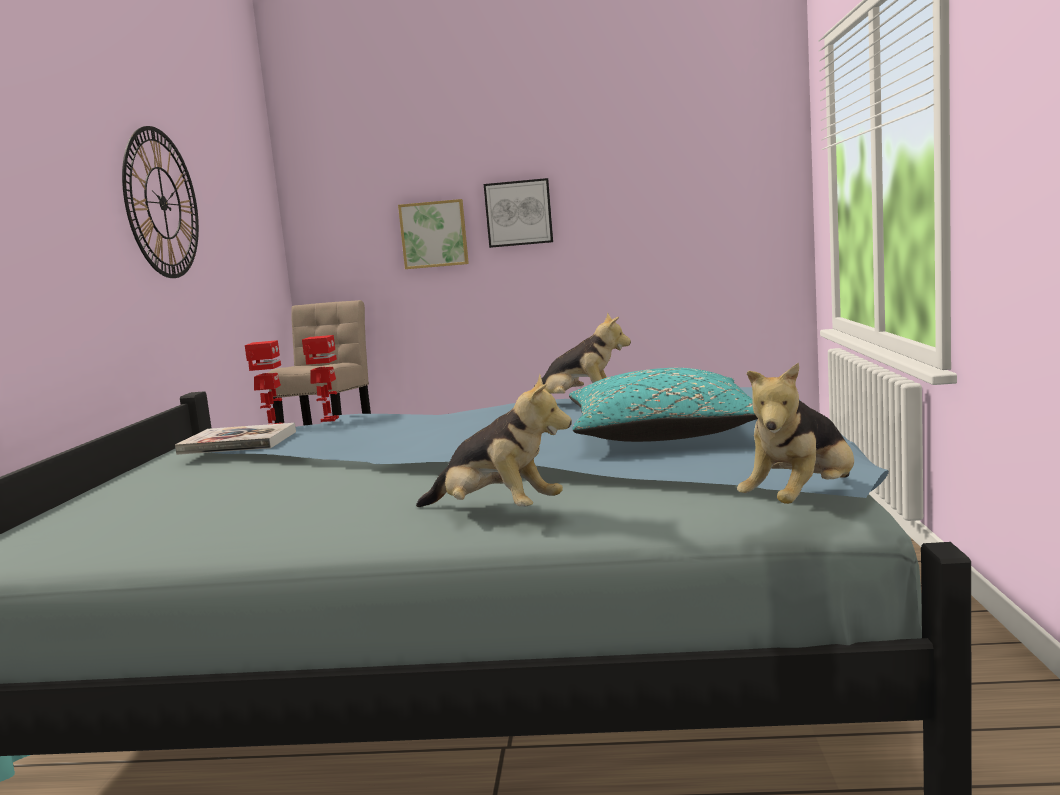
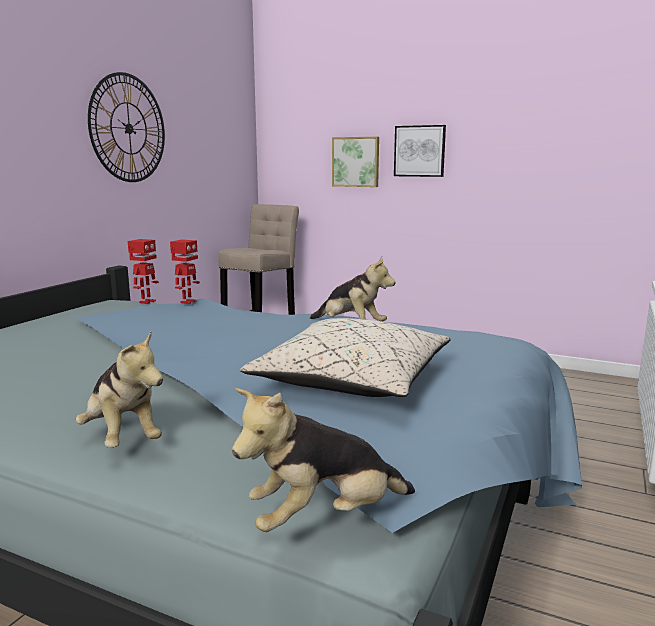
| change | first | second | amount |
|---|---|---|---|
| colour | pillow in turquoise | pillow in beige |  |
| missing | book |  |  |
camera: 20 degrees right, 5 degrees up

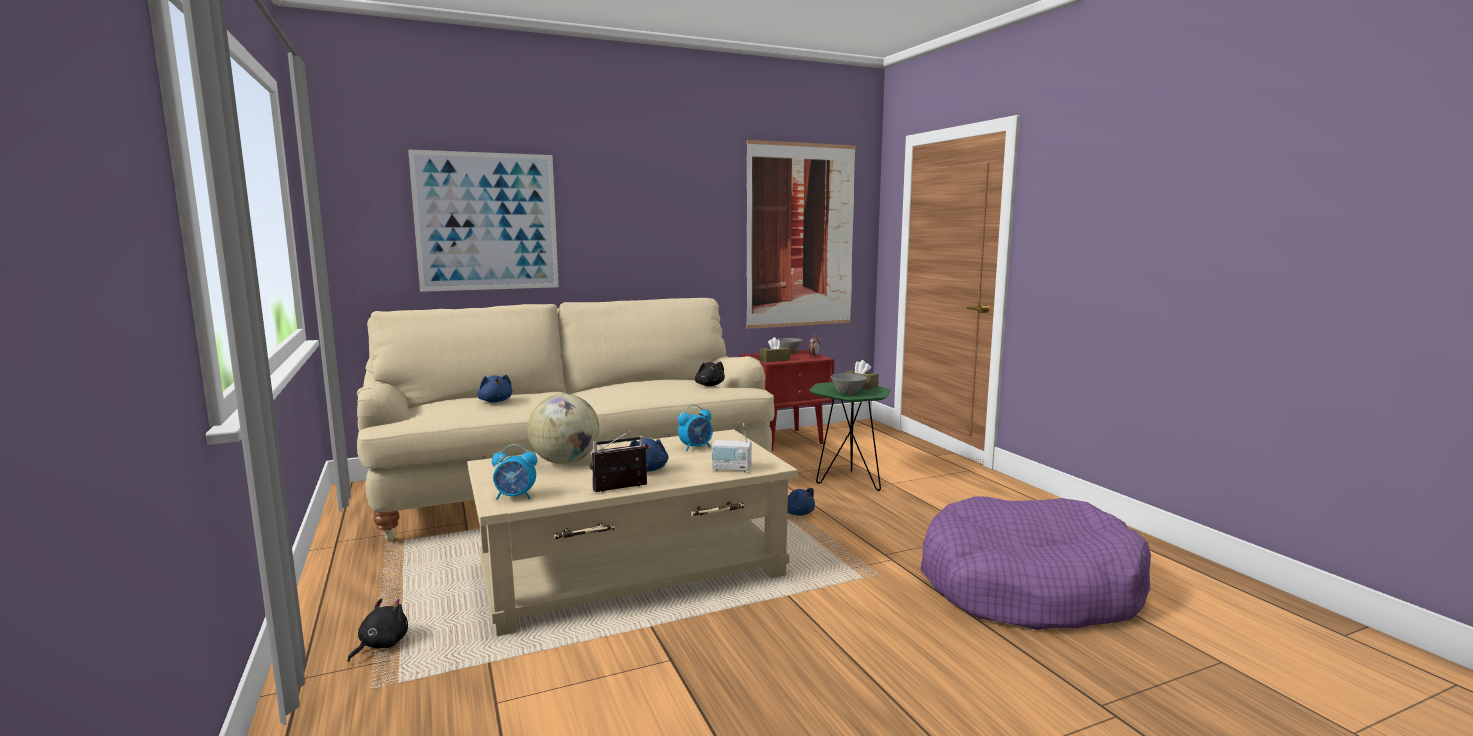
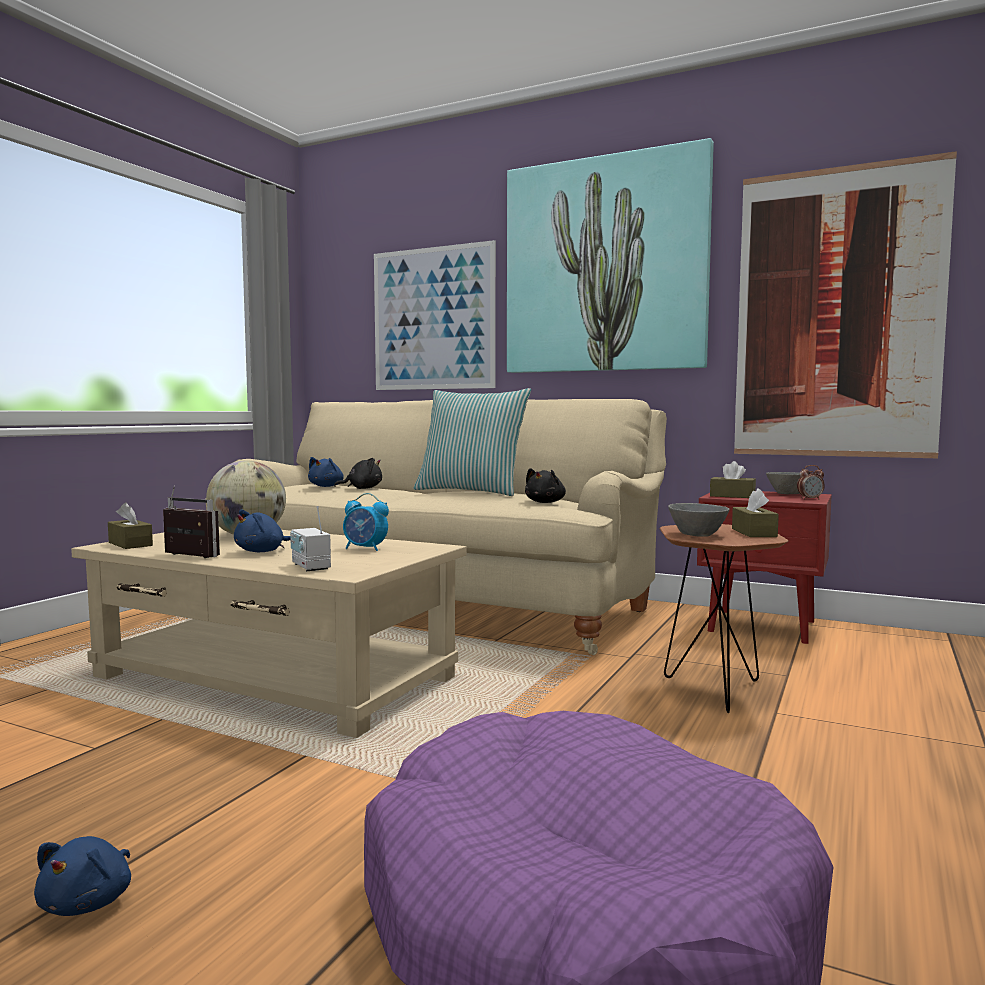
| change | first | second | amount |
|---|---|---|---|
| colour | side table in green | side table in brown |  |
| exchanged | alarm clock (no. 1 from left) | tissue box in brown (no. 1 from left) |  |
| relocated | plush toy in blue (no. 3 from left in the first image) | plush toy in blue (no. 1 from left) |  |
| relocated | plush toy in black (no. 1 from left) |  |  |
| appeared |  | picture (no. 2 from left) |  |
| appeared |  | pillow |  |
camera: 50 degrees right, 5 degrees down

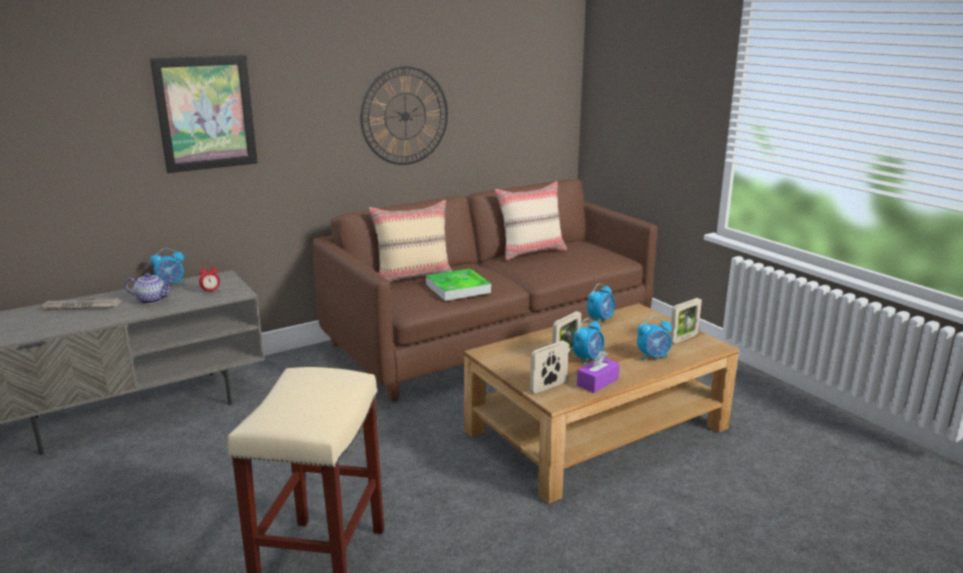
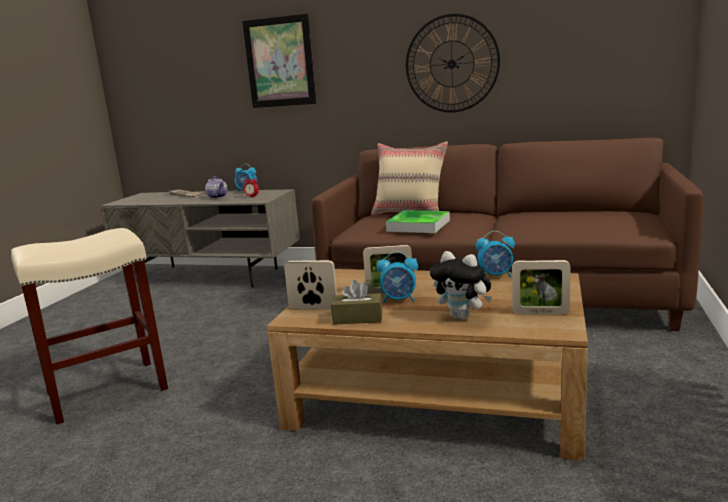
| change | first | second | amount |
|---|---|---|---|
| missing | pillow in beige (no. 2 from left) |  |  |
| exchanged | alarm clock (no. 5 from left) | plush toy |  |
| colour | tissue box in purple | tissue box in brown |  |
camera: 50 degrees right, 5 degrees down

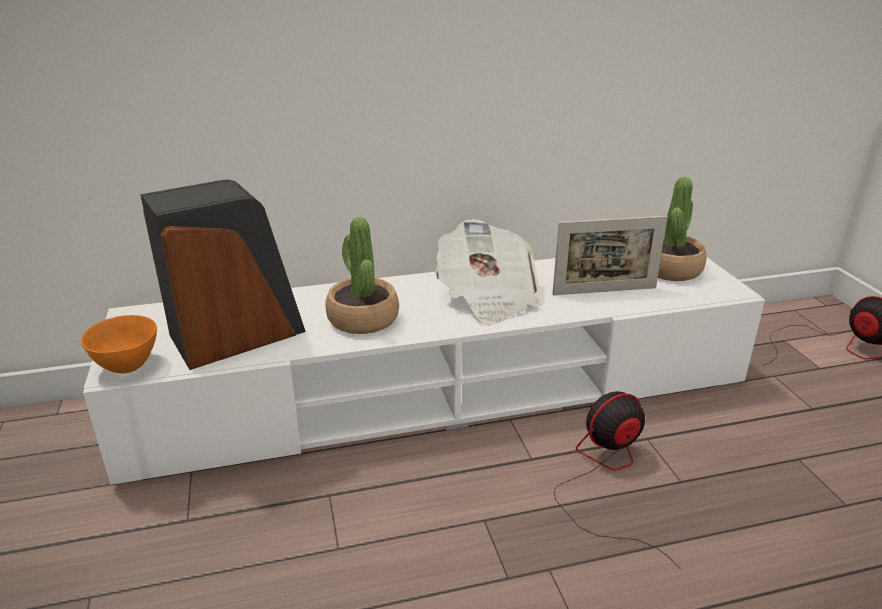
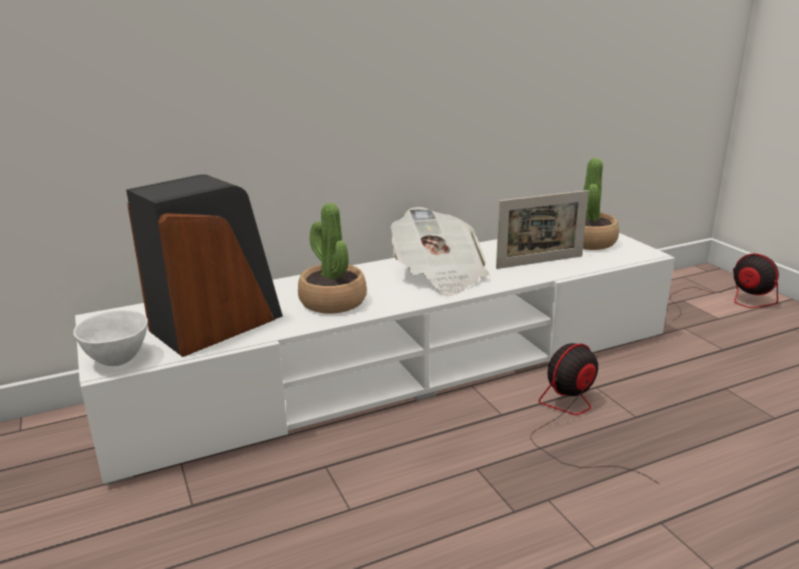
| change | first | second | amount |
|---|---|---|---|
| colour | bowl in orange | bowl in white |  |
camera: 10 degrees left, 5 degrees down

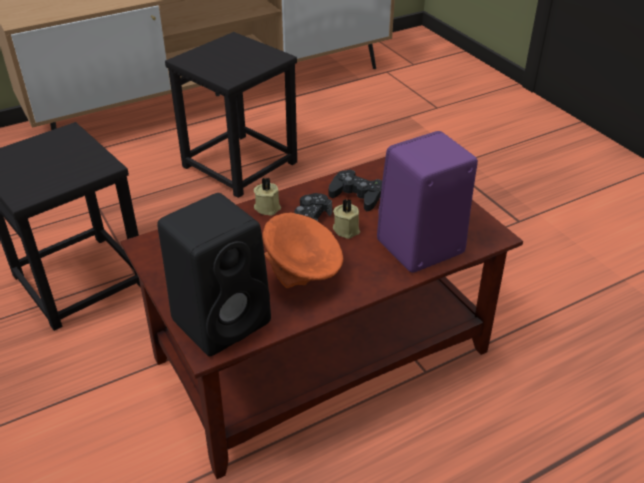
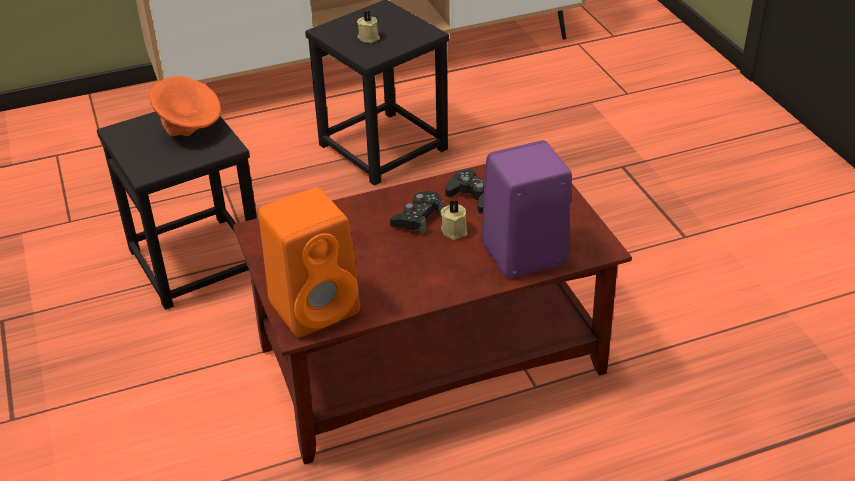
| change | first | second | amount |
|---|---|---|---|
| relocated | candle in beige (no. 1 from left) |  |  |
| colour | speaker in black | speaker in orange |  |
| relocated | bowl in orange |  |  |
camera: 10 degrees right, 0 degrees up

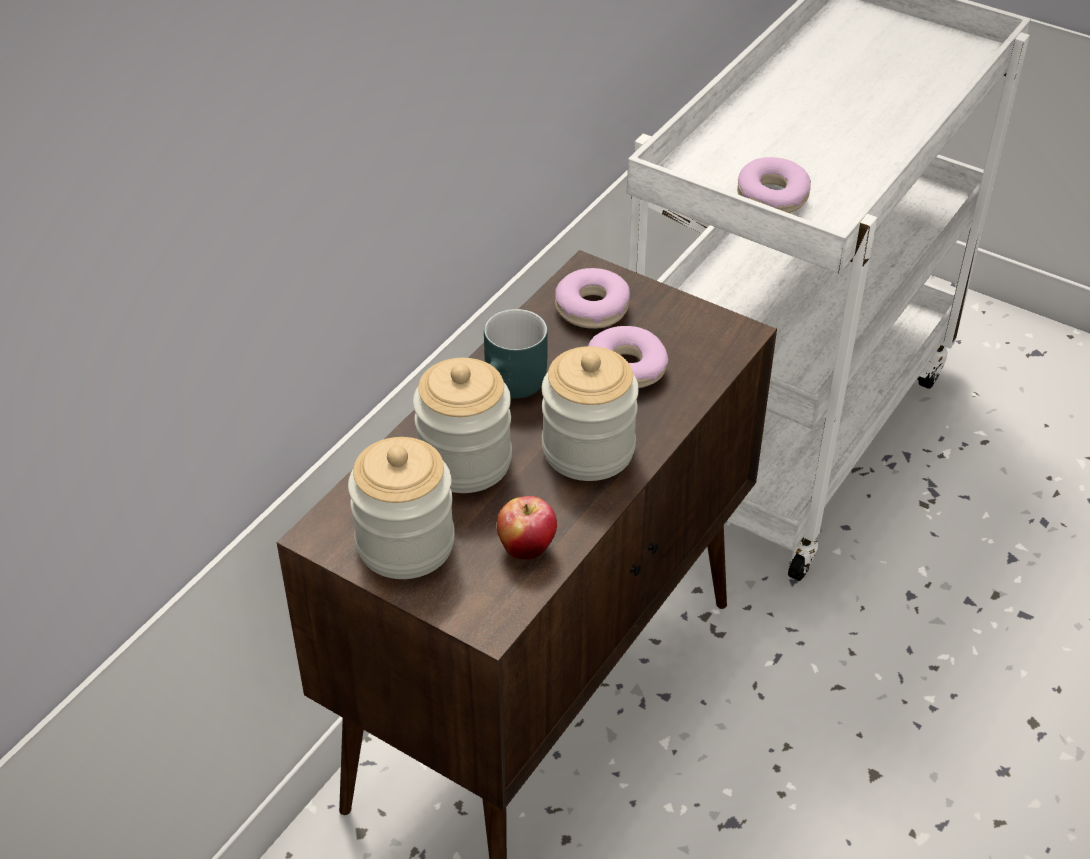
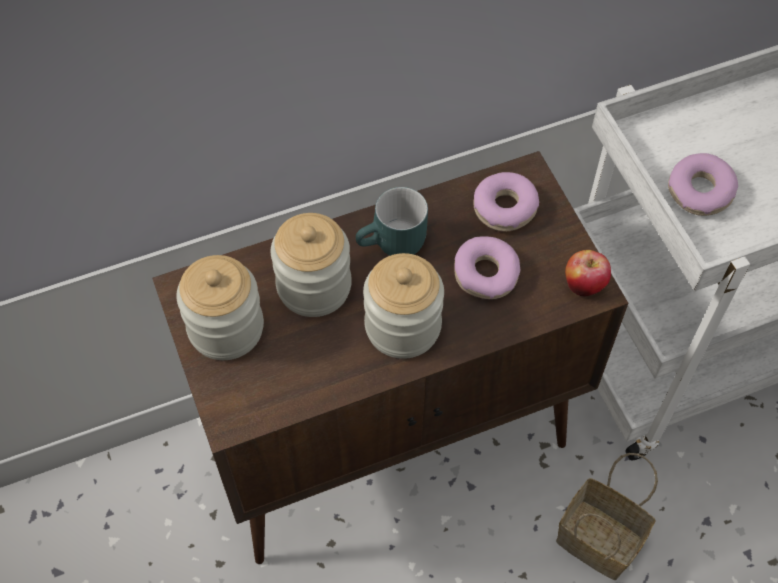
| change | first | second | amount |
|---|---|---|---|
| relocated | apple |  |  |
| appeared |  | basket |  |
camera: 35 degrees right, 15 degrees up

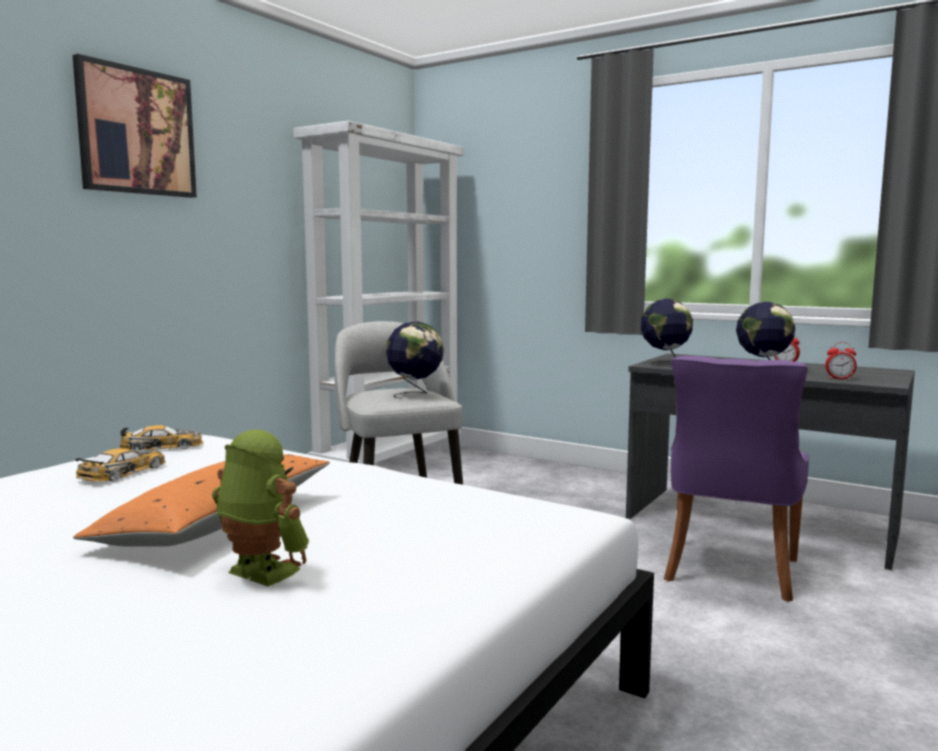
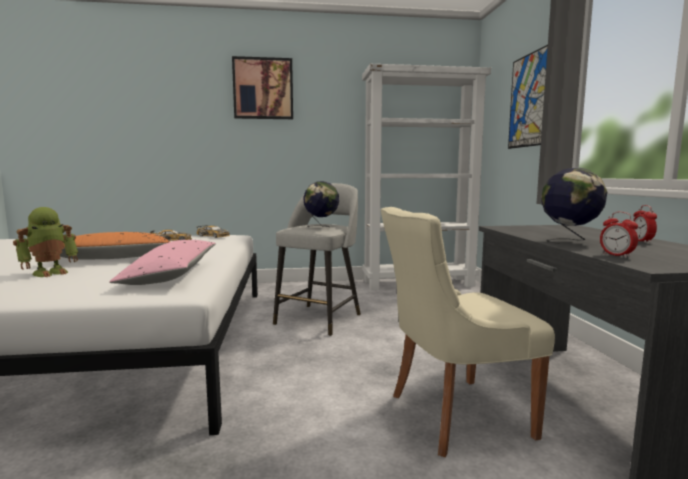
| change | first | second | amount |
|---|---|---|---|
| missing | globe (no. 2 from left) |  |  |
| colour | chair in purple | chair in beige |  |
| spun | toy robot |  | 45 degrees clockwise |
| appeared |  | picture (no. 2 from left) |  |
| appeared |  | pillow in pink |  |
camera: 50 degrees right, 0 degrees up

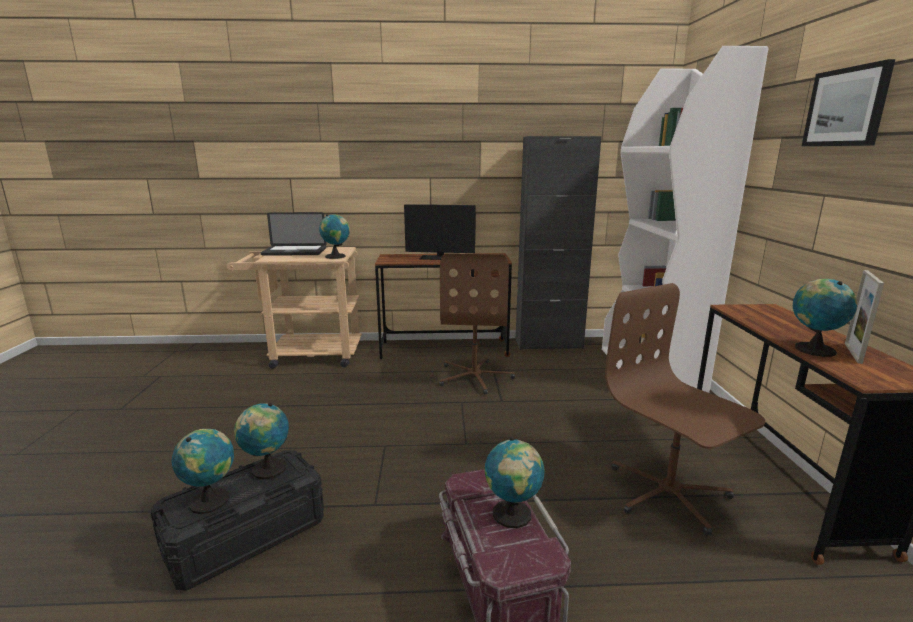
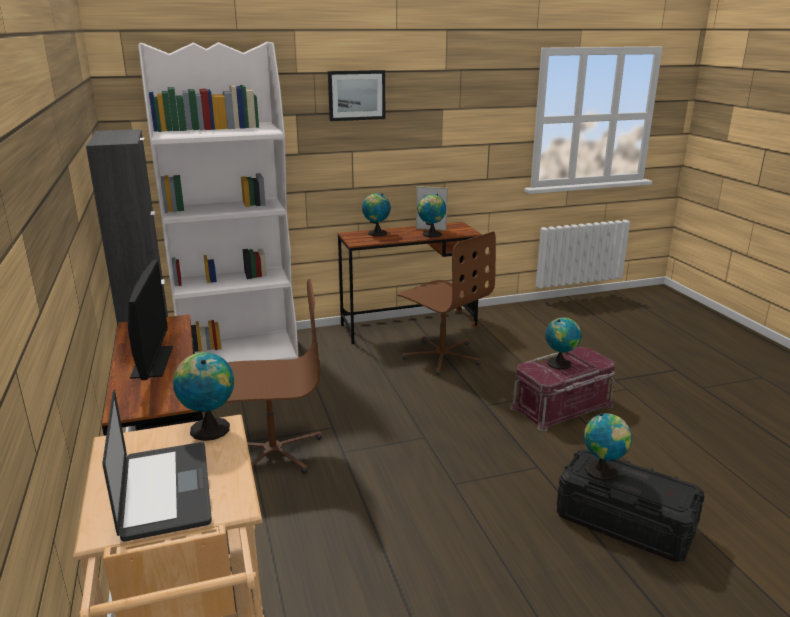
| change | first | second | amount |
|---|---|---|---|
| spun | office chair in brown (no. 2 from left) |  | 90 degrees counterclockwise |
| relocated | globe (no. 1 from left in the first image) | globe (no. 2 from left) |  |
camera: 105 degrees left, 5 degrees up

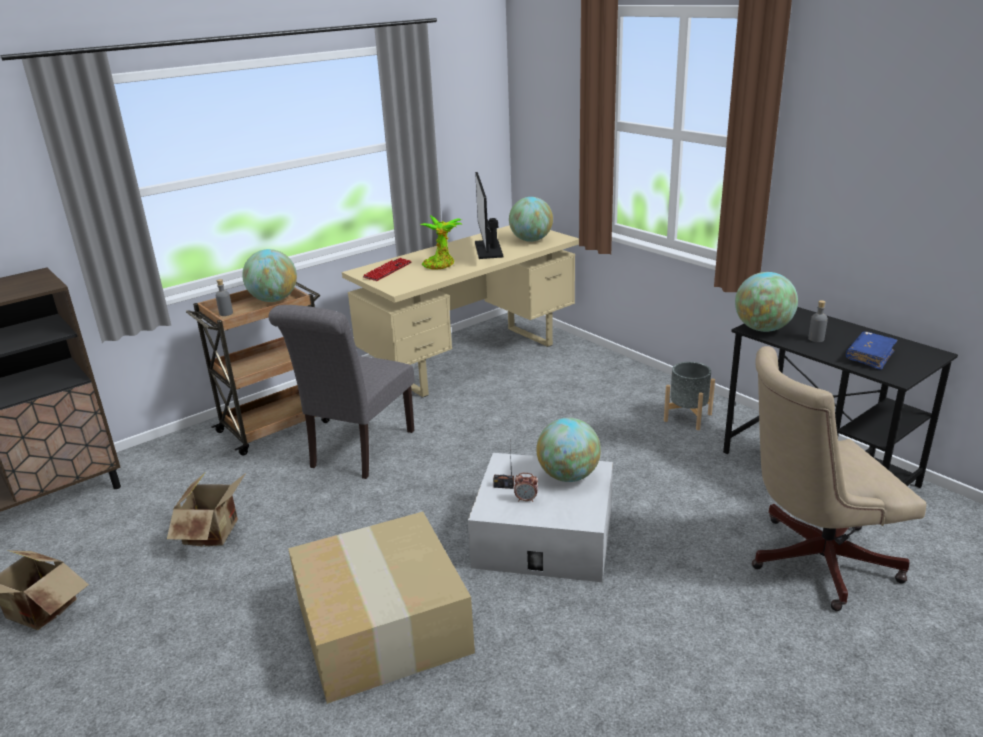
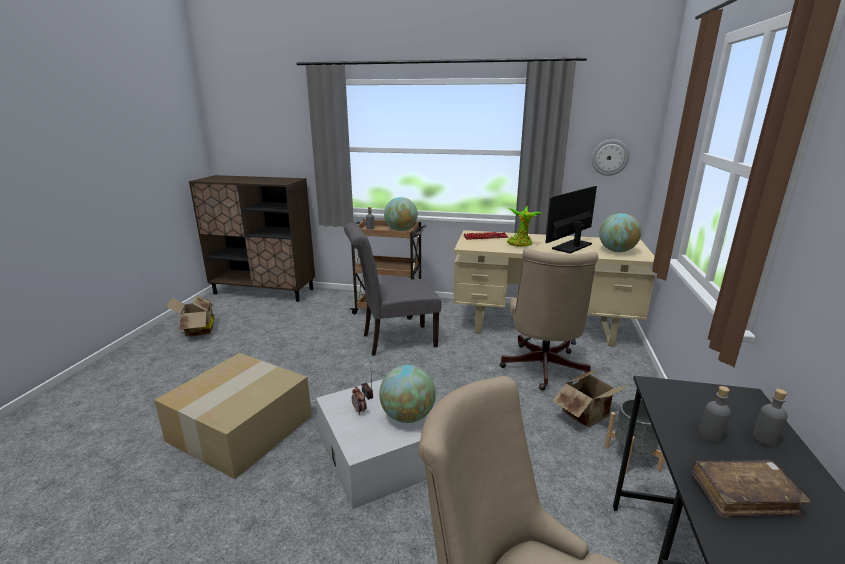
| change | first | second | amount |
|---|---|---|---|
| missing | globe (no. 4 from left) |  |  |
| colour | book in blue | book in brown |  |
| relocated | cardboard box (no. 2 from left in the first image) | cardboard box (no. 3 from left) |  |
| appeared |  | wall clock |  |
| appeared |  | office chair in beige (no. 2 from left) |  |
| appeared |  | bottle in grey (no. 3 from left) |  |
camera: 50 degrees right, 5 degrees down

